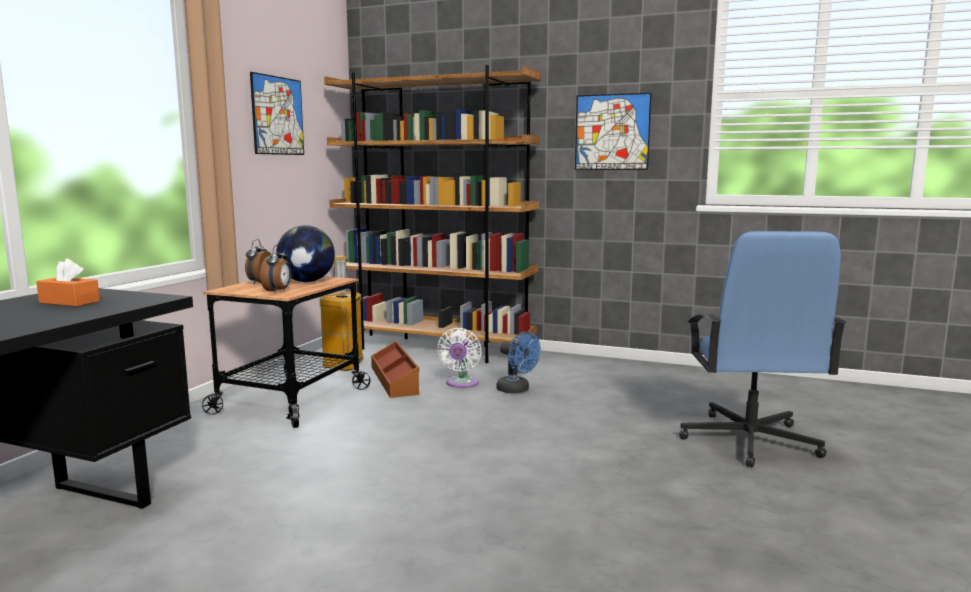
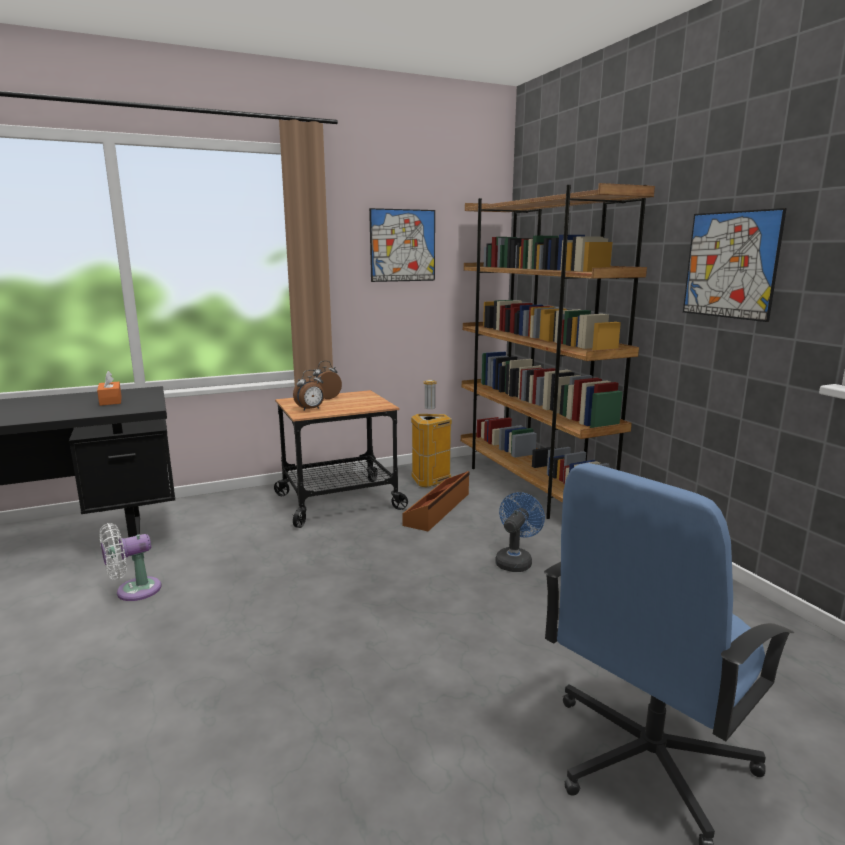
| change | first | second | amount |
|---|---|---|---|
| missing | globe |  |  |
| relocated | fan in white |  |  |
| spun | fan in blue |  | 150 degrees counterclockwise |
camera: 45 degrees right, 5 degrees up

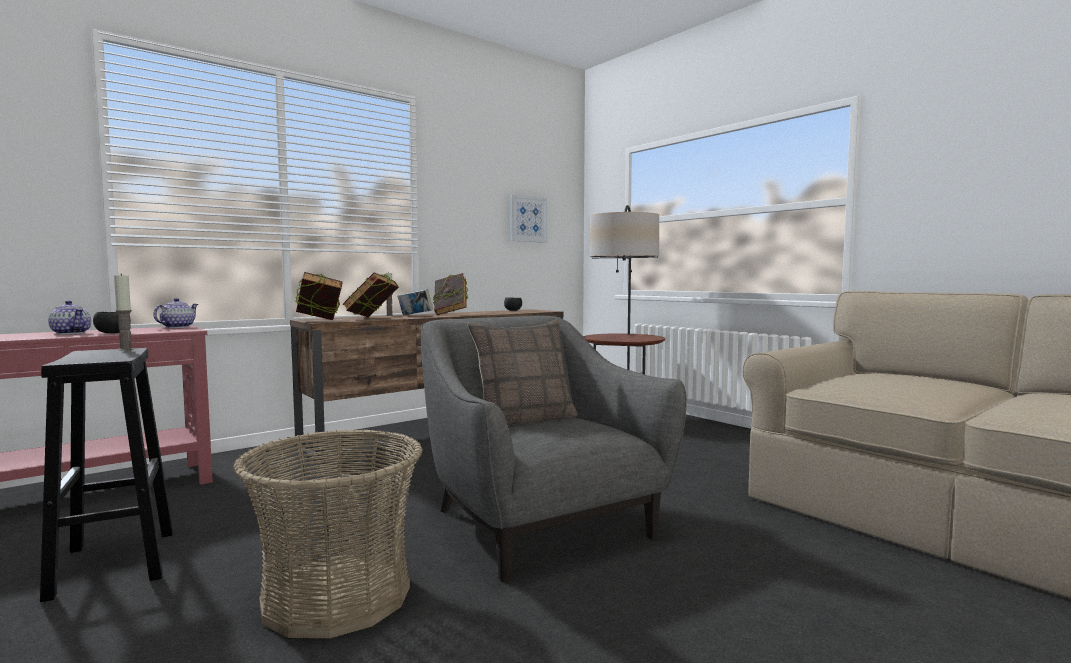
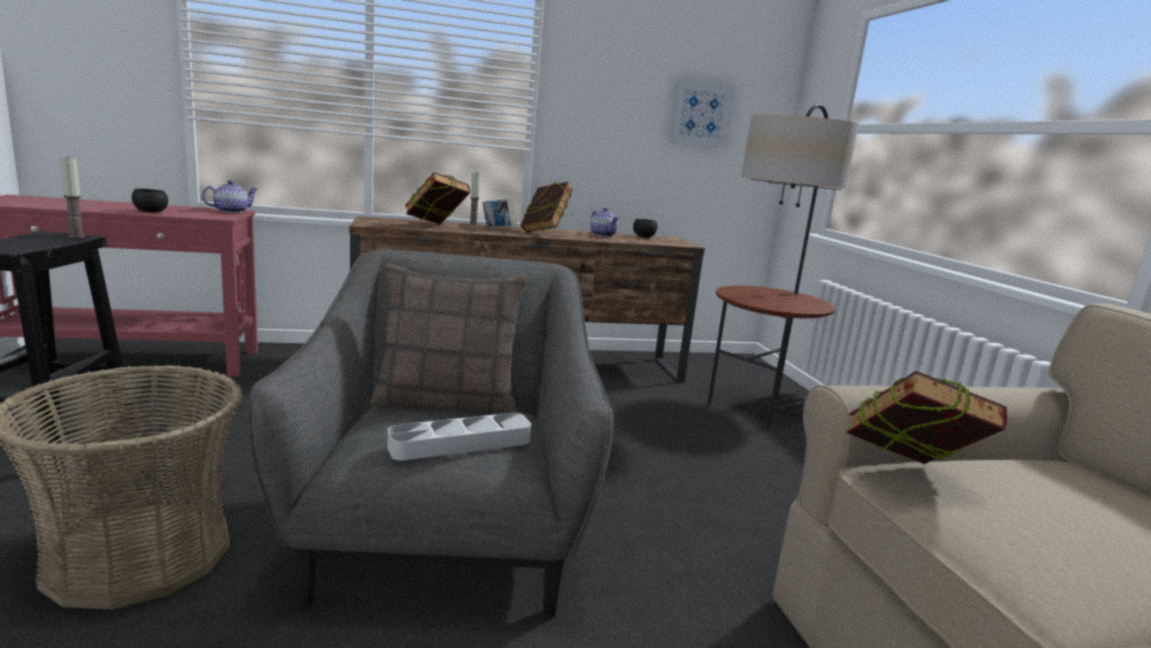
| change | first | second | amount |
|---|---|---|---|
| relocated | book (no. 1 from left in the first image) | book (no. 4 from left) |  |
| relocated | teapot (no. 1 from left in the first image) | teapot (no. 2 from left) |  |
| appeared |  | tray in grey |  |
camera: 25 degrees right, 10 degrees up

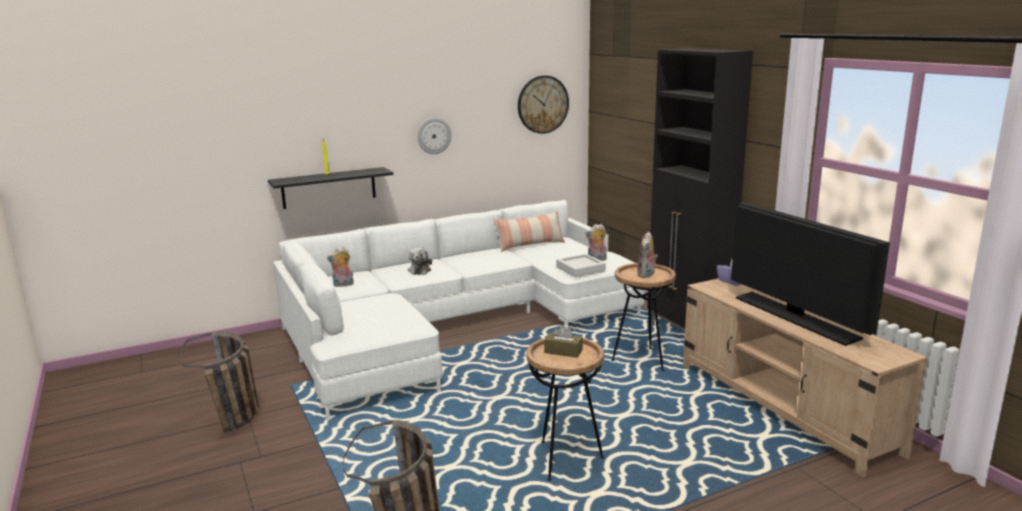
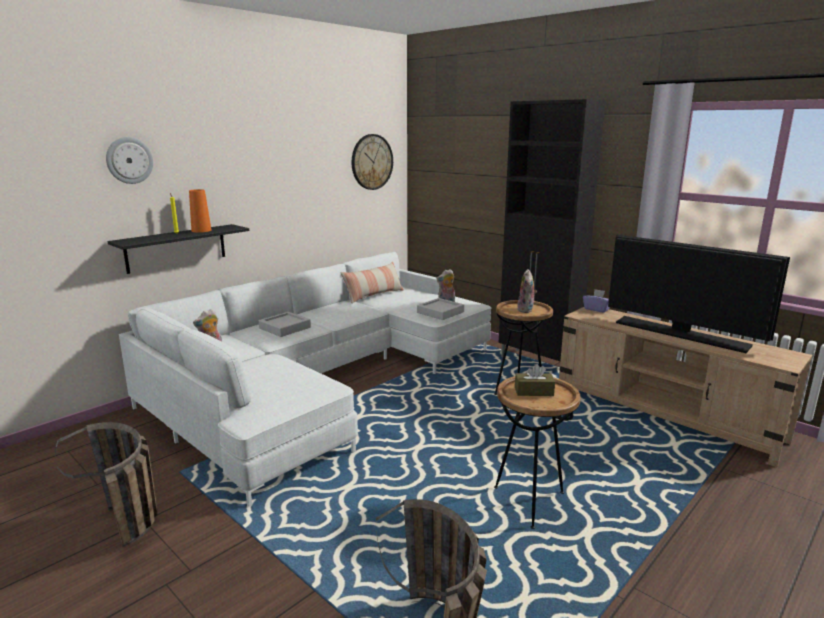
| change | first | second | amount |
|---|---|---|---|
| relocated | wall clock (no. 1 from left) |  |  |
| exchanged | plush toy (no. 2 from left) | tray in grey (no. 1 from left) |  |
| appeared |  | vase in orange |  |
camera: 20 degrees left, 0 degrees up

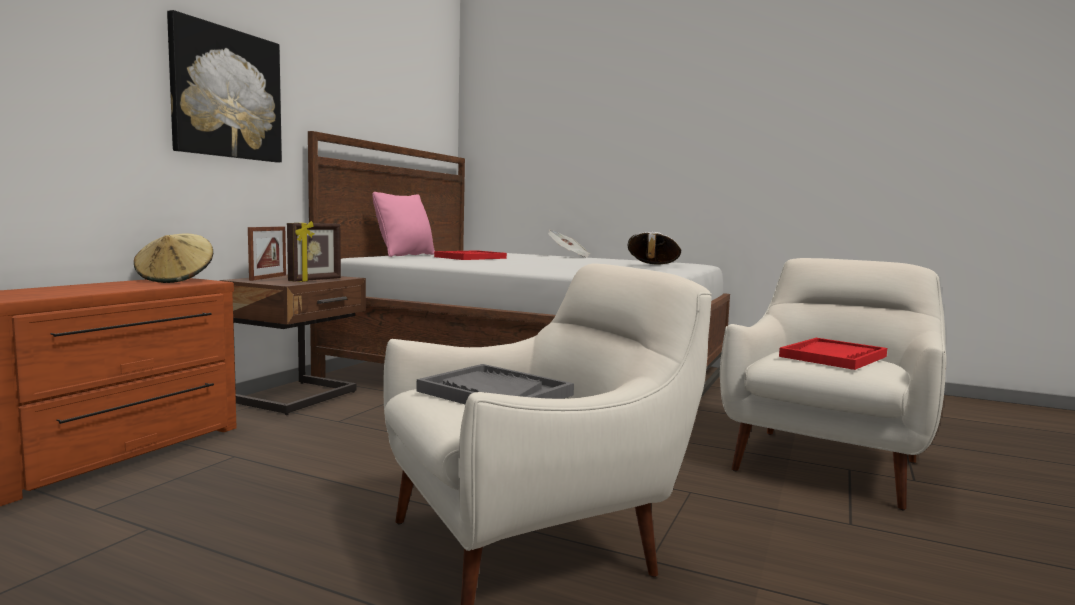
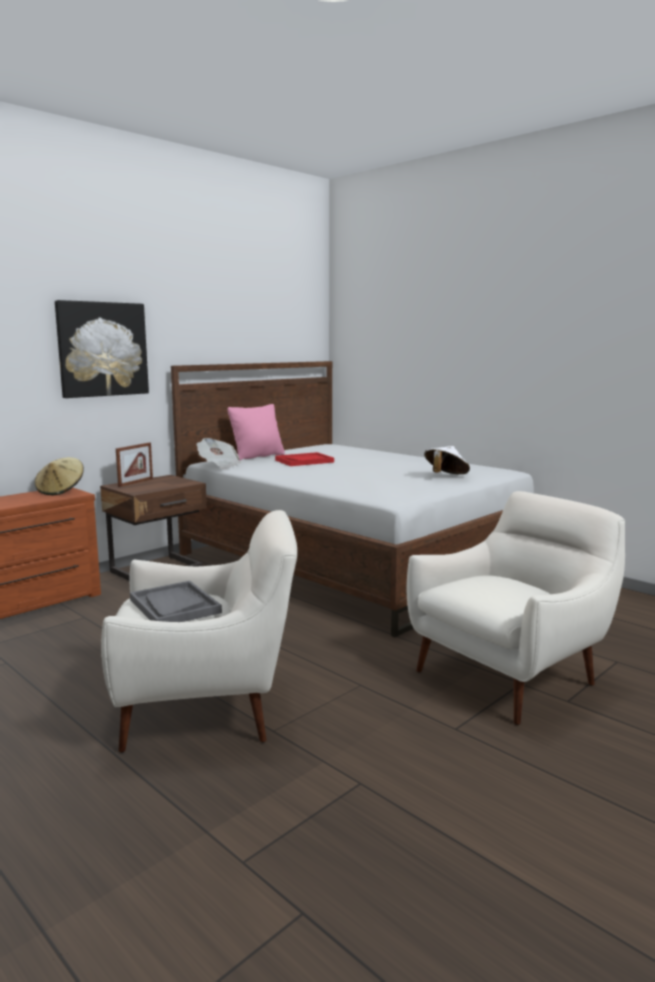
| change | first | second | amount |
|---|---|---|---|
| missing | picture frame (no. 2 from left) |  |  |
| relocated | newspaper |  |  |
| missing | tray in red (no. 2 from left) |  |  |
camera: 20 degrees right, 5 degrees up

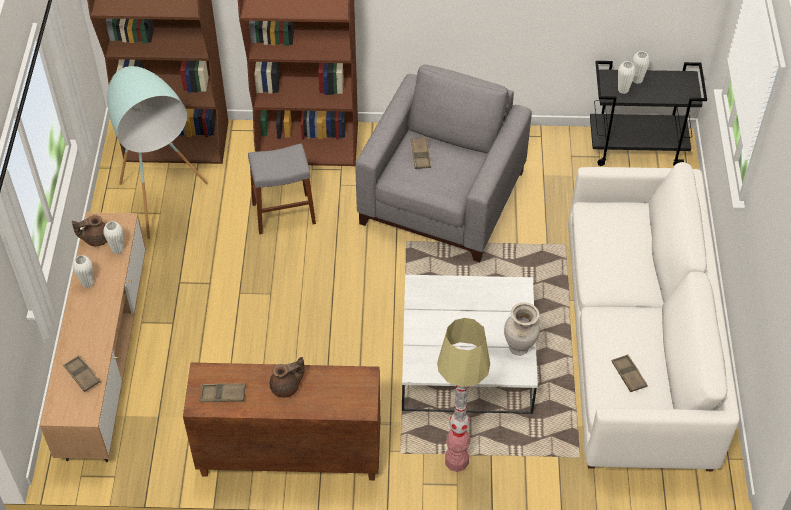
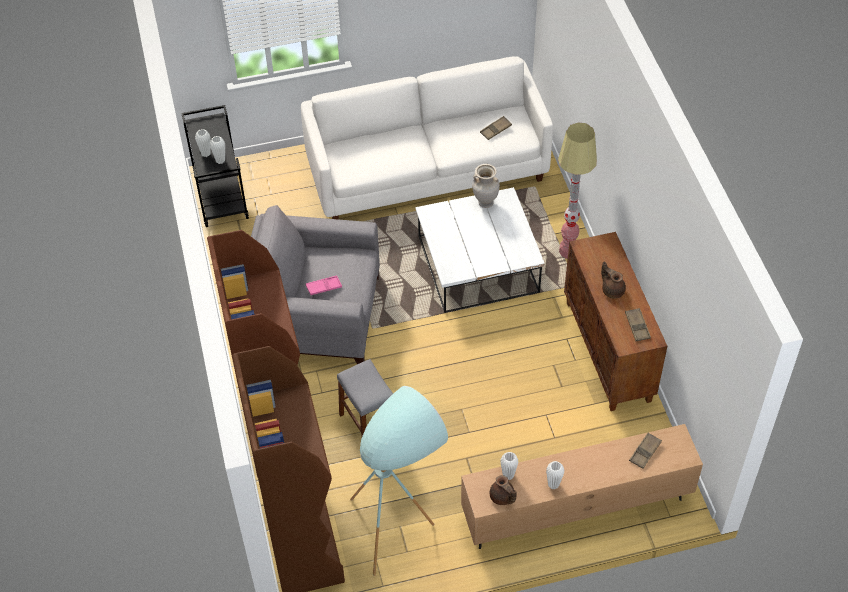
| change | first | second | amount |
|---|---|---|---|
| colour | tray in brown (no. 3 from left) | tray in pink |  |
camera: 105 degrees left, 0 degrees up

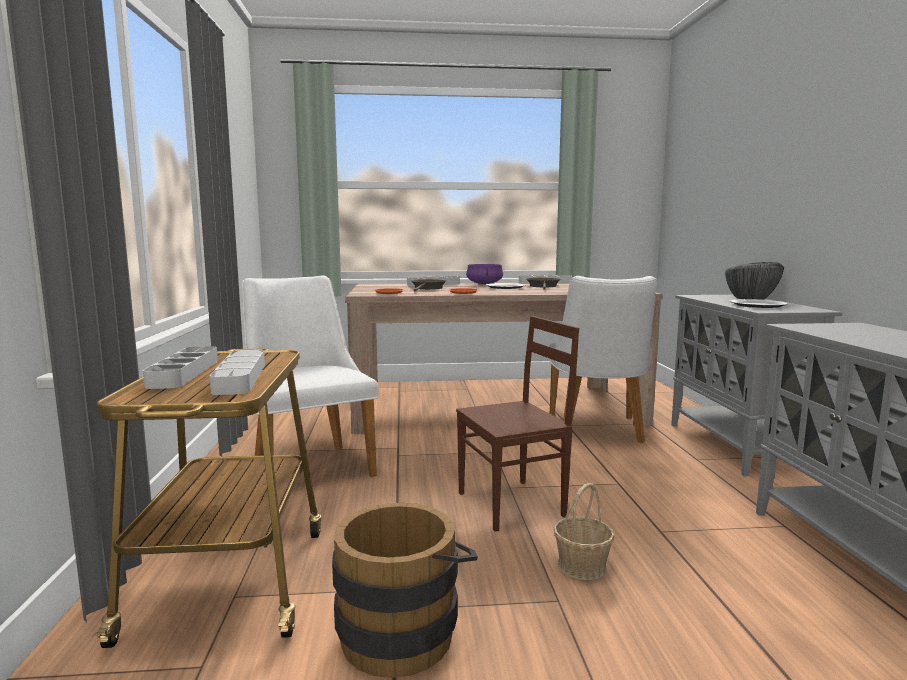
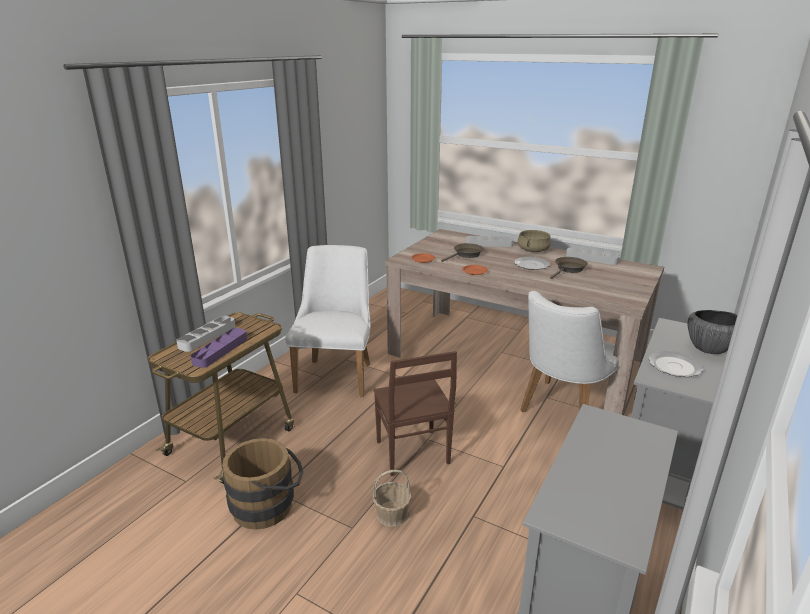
| change | first | second | amount |
|---|---|---|---|
| colour | cooking pot in purple | cooking pot in beige |  |
| spun | chair in brown |  | 60 degrees clockwise |
| colour | tray in grey (no. 2 from left) | tray in purple |  |
camera: 35 degrees right, 15 degrees up

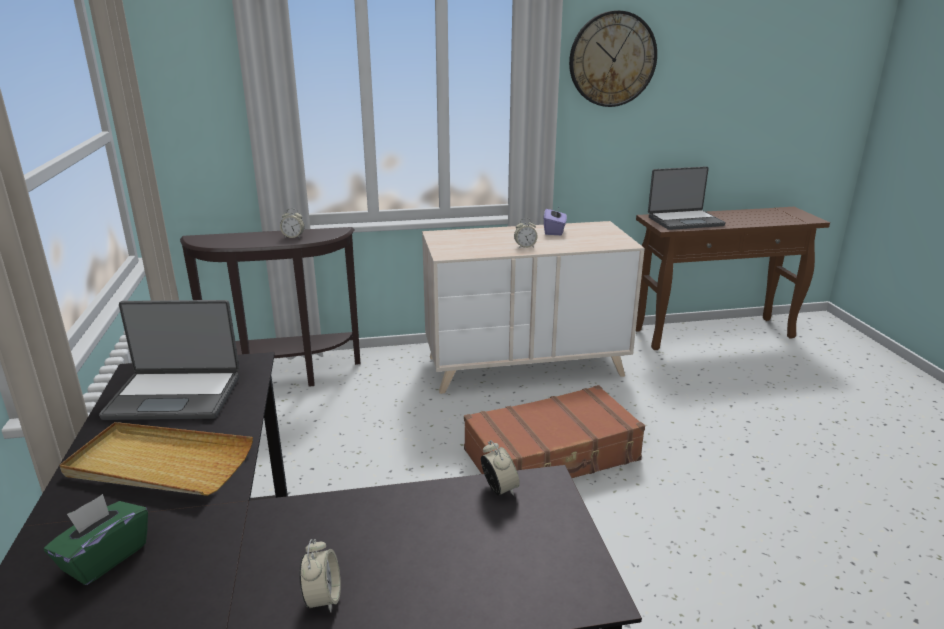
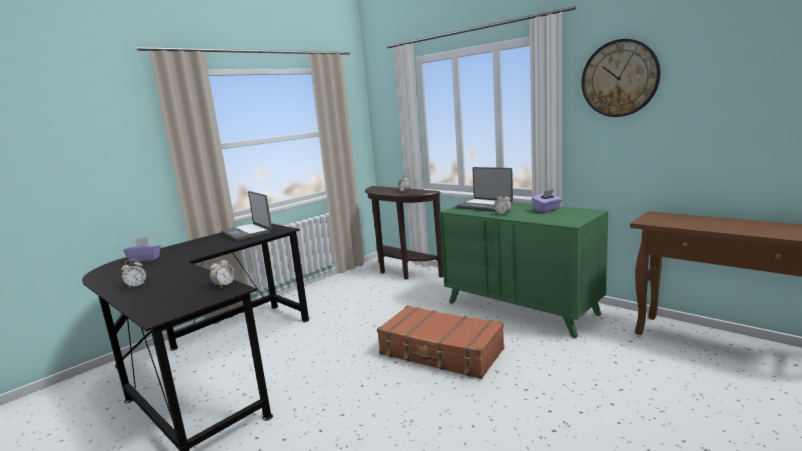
| change | first | second | amount |
|---|---|---|---|
| relocated | laptop (no. 2 from left) |  |  |
| colour | dresser in beige | dresser in green |  |
| missing | tray in beige |  |  |
| colour | tissue box in green | tissue box in purple (no. 1 from left) |  |
camera: 55 degrees right, 10 degrees down

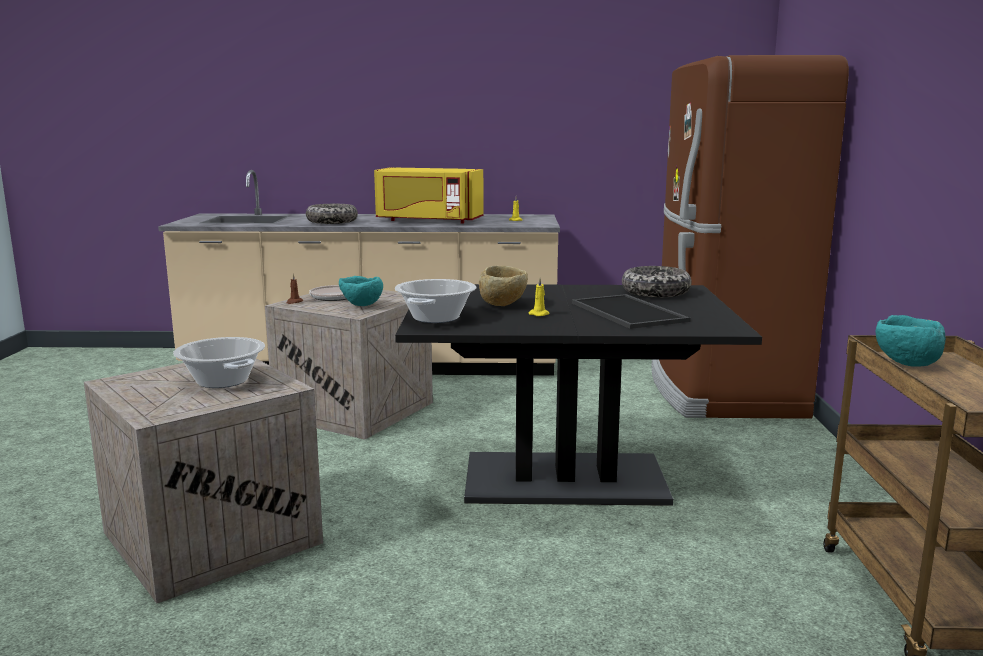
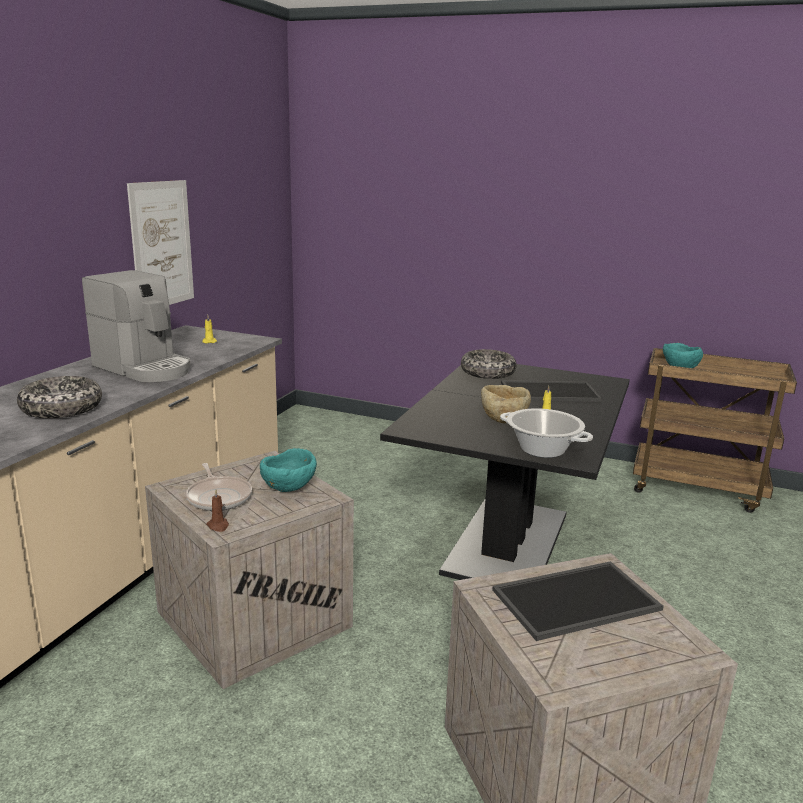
| change | first | second | amount |
|---|---|---|---|
| missing | fridge in brown |  |  |
| exchanged | microwave in yellow | coffee machine |  |
| exchanged | cooking pot (no. 1 from left) | tray (no. 2 from left) |  |
| appeared |  | picture |  |
camera: 70 degrees left, 5 degrees up

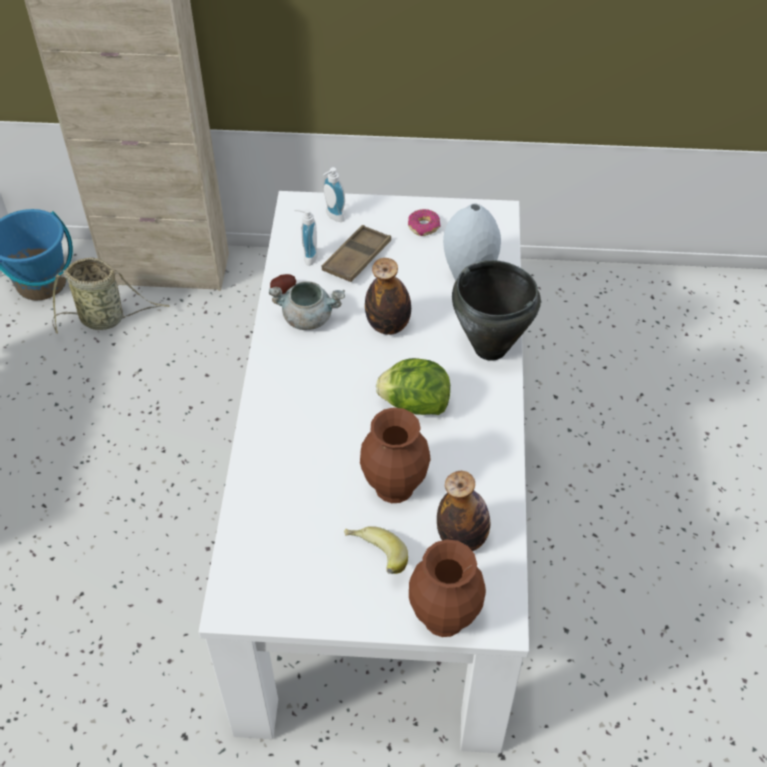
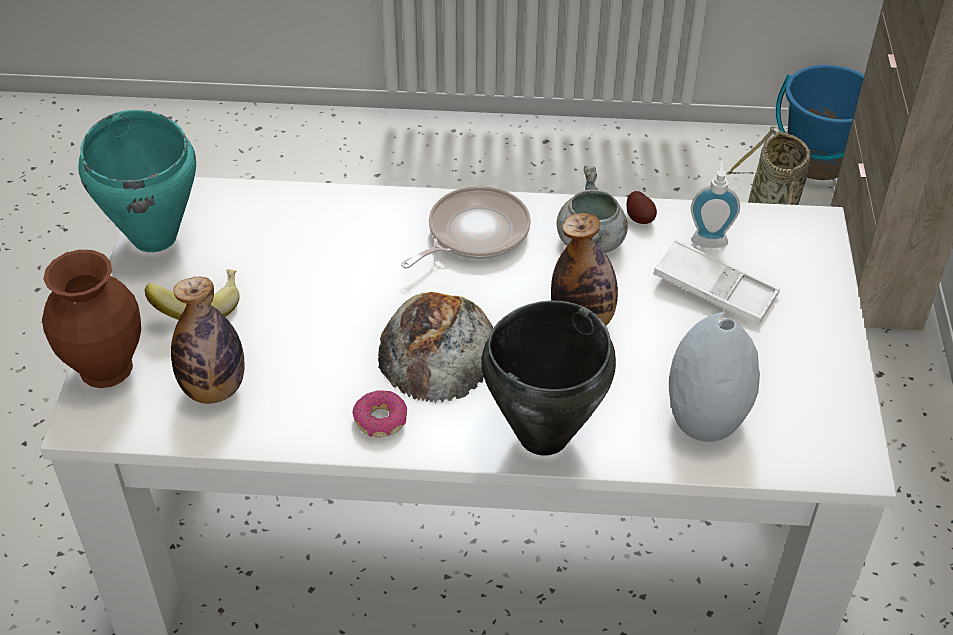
| change | first | second | amount |
|---|---|---|---|
| missing | soap dispenser (no. 2 from left) |  |  |
| relocated | donut |  |  |
| colour | tray in brown | tray in white |  |
| exchanged | lettuce | bread |  |
| missing | vase in brown (no. 1 from left) |  |  |
| appeared |  | cooking pot in turquoise |  |
| appeared |  | frying pan |  |
camera: 90 degrees right, 5 degrees down

